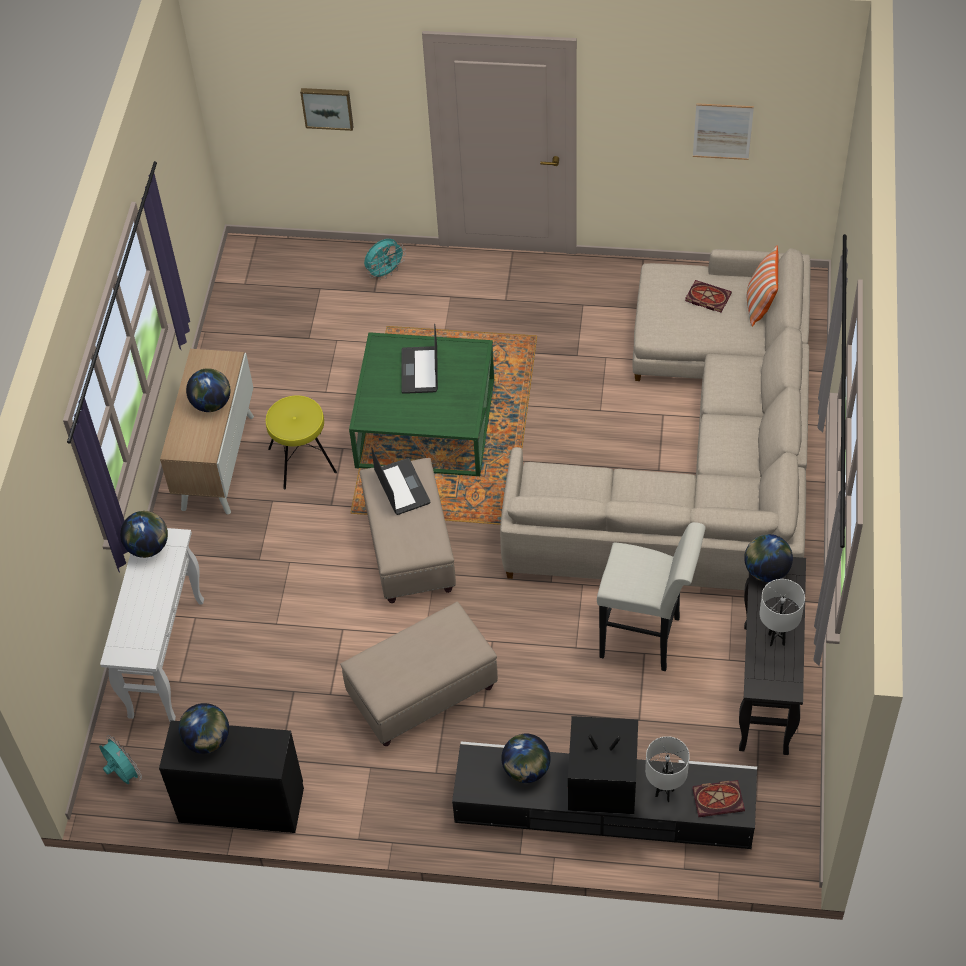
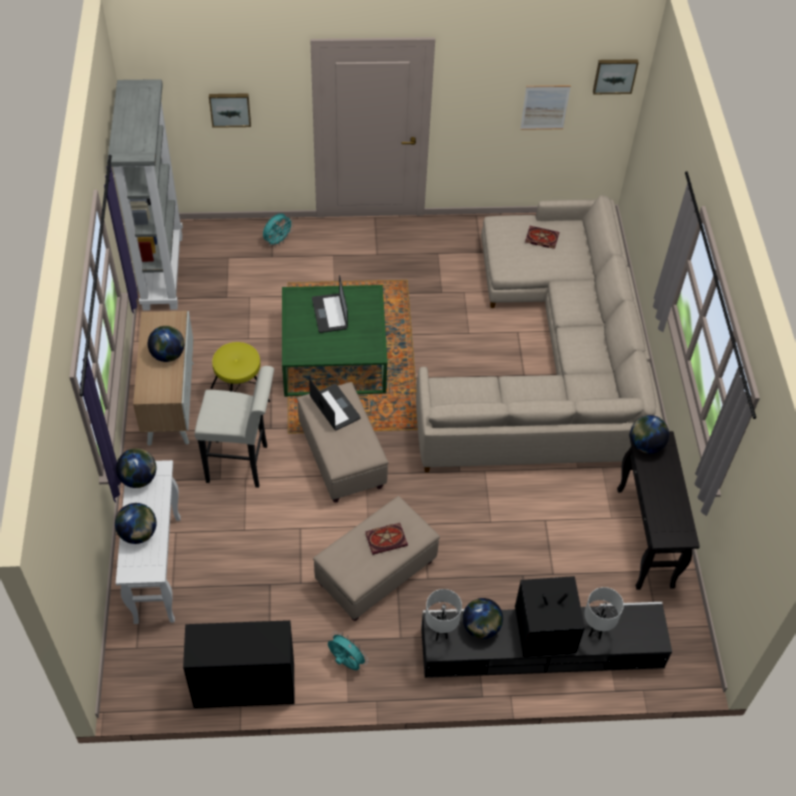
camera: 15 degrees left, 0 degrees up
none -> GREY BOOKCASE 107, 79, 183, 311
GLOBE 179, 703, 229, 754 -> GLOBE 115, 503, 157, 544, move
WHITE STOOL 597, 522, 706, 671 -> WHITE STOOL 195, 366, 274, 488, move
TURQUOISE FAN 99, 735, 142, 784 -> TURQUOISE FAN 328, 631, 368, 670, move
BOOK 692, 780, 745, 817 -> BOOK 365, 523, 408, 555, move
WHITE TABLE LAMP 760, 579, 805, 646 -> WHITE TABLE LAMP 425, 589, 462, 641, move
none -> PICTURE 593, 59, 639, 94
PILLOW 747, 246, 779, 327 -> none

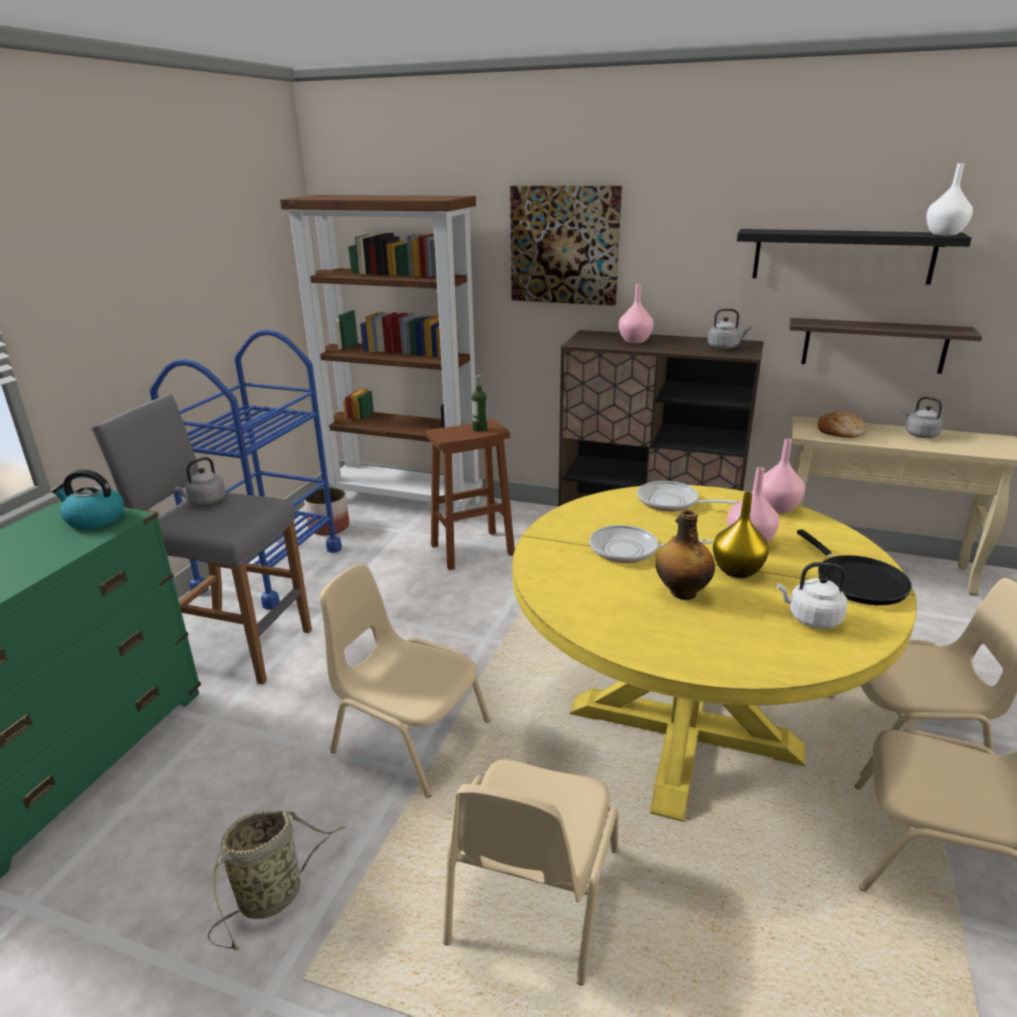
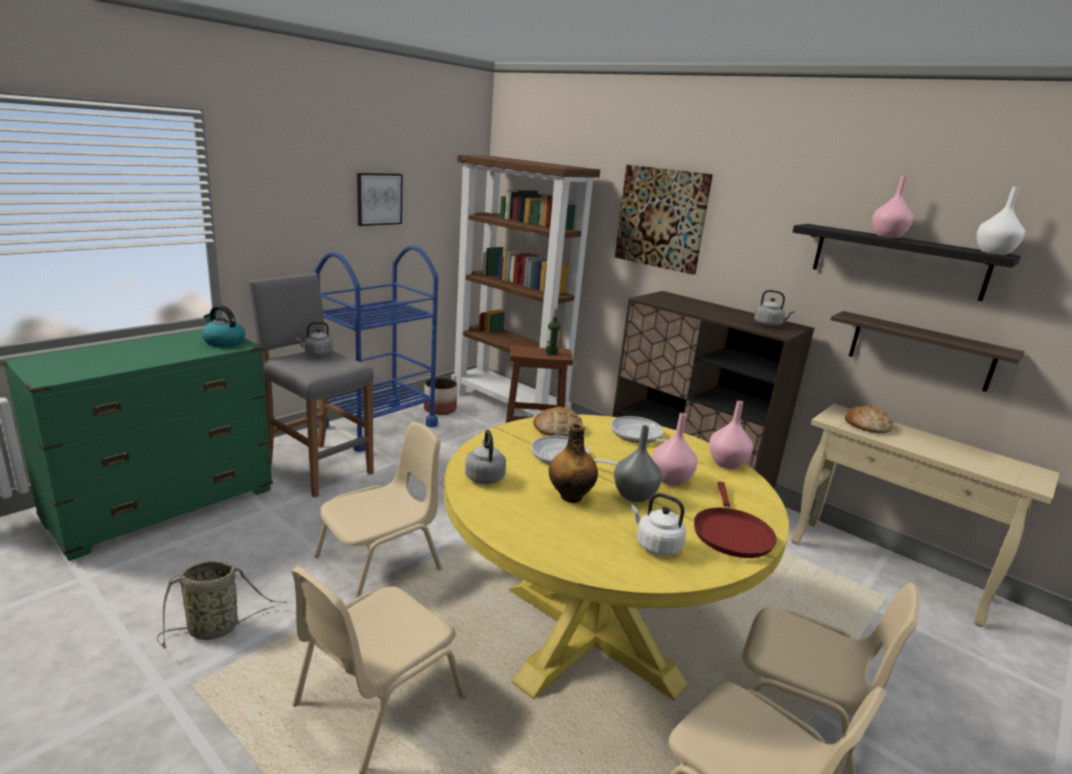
camera: 20 degrees right, 5 degrees down
BEIGE CHAIR 320, 564, 490, 798 -> BEIGE CHAIR 315, 422, 442, 599, 90 degrees clockwise
none -> PICTURE 357, 173, 402, 226
GREY KETTLE 903, 397, 943, 438 -> GREY KETTLE 465, 430, 506, 484, move
none -> BREAD 533, 407, 583, 437
YELLOW VASE 713, 492, 769, 578 -> GREY VASE 614, 425, 662, 502
BLACK FRYING PAN 797, 530, 912, 605 -> RED FRYING PAN 694, 481, 777, 558
PINK VASE 619, 284, 654, 343 -> PINK VASE 872, 176, 913, 239, move

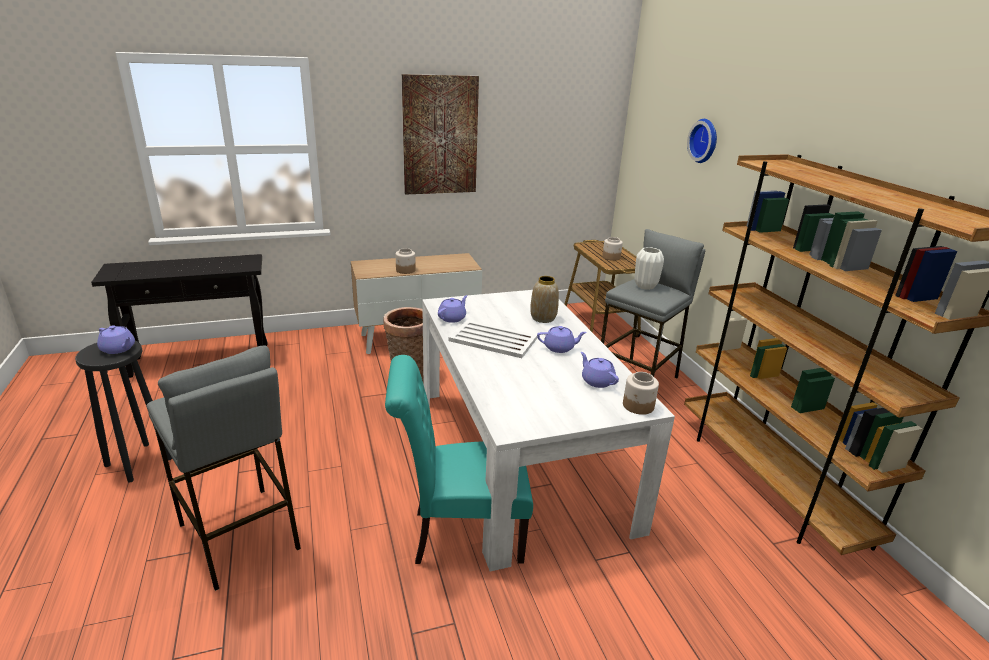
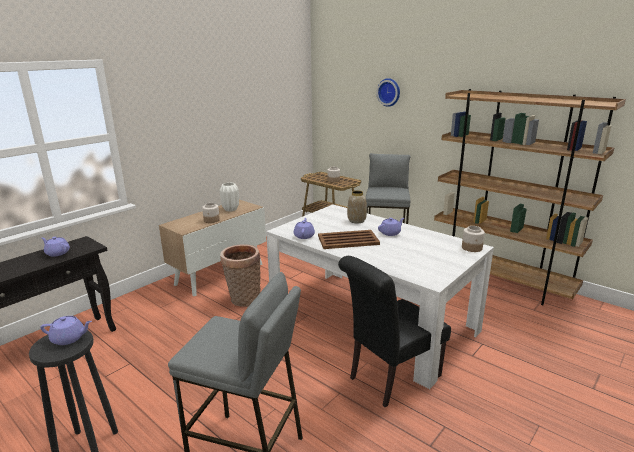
camera: 30 degrees left, 5 degrees down
PURPLE TEAPOT 581, 352, 619, 388 -> PURPLE TEAPOT 42, 237, 70, 257, move
WHITE VASE 634, 247, 664, 290 -> WHITE VASE 220, 183, 239, 212, move
WHITE TRAY 449, 320, 537, 358 -> BROWN TRAY 318, 230, 380, 249
TURQUOISE CHAIR 385, 355, 533, 564 -> BLACK CHAIR 338, 256, 451, 407
PICTURE 402, 74, 479, 195 -> none

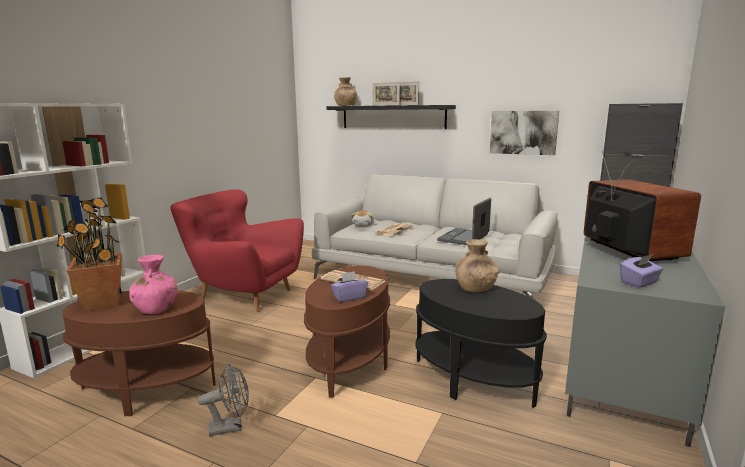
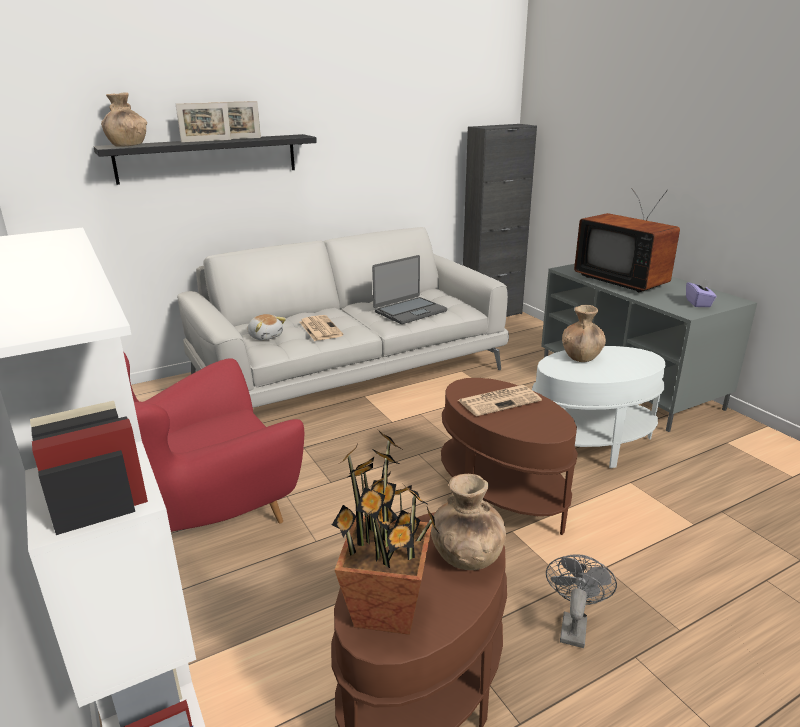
camera: 55 degrees left, 10 degrees up
LAPTOP 437, 198, 491, 245 -> LAPTOP 372, 255, 447, 324, 105 degrees counterclockwise
PINK VASE 129, 255, 178, 314 -> BROWN VASE 431, 474, 506, 570
BLACK SIDE TABLE 416, 279, 547, 408 -> WHITE SIDE TABLE 532, 346, 665, 468
TELEVISION 584, 151, 701, 261 -> TELEVISION 574, 188, 680, 292, 150 degrees counterclockwise
PURPLE TISSUE BOX 331, 271, 368, 302 -> none
PICTURE 490, 111, 559, 155 -> none

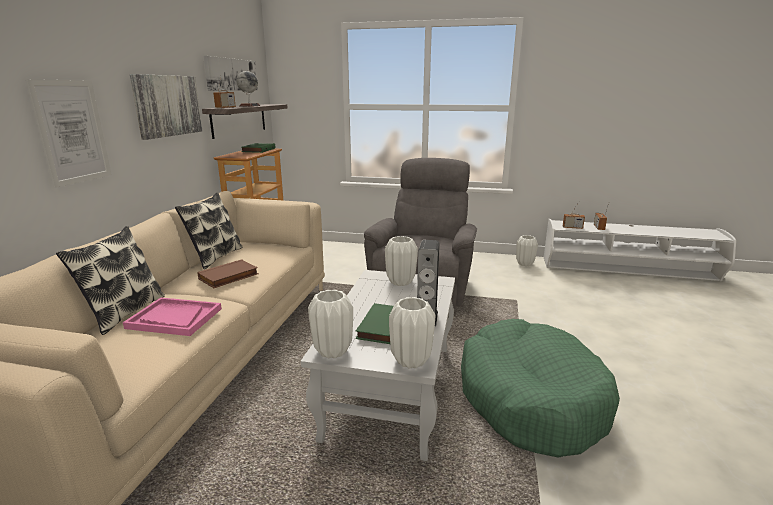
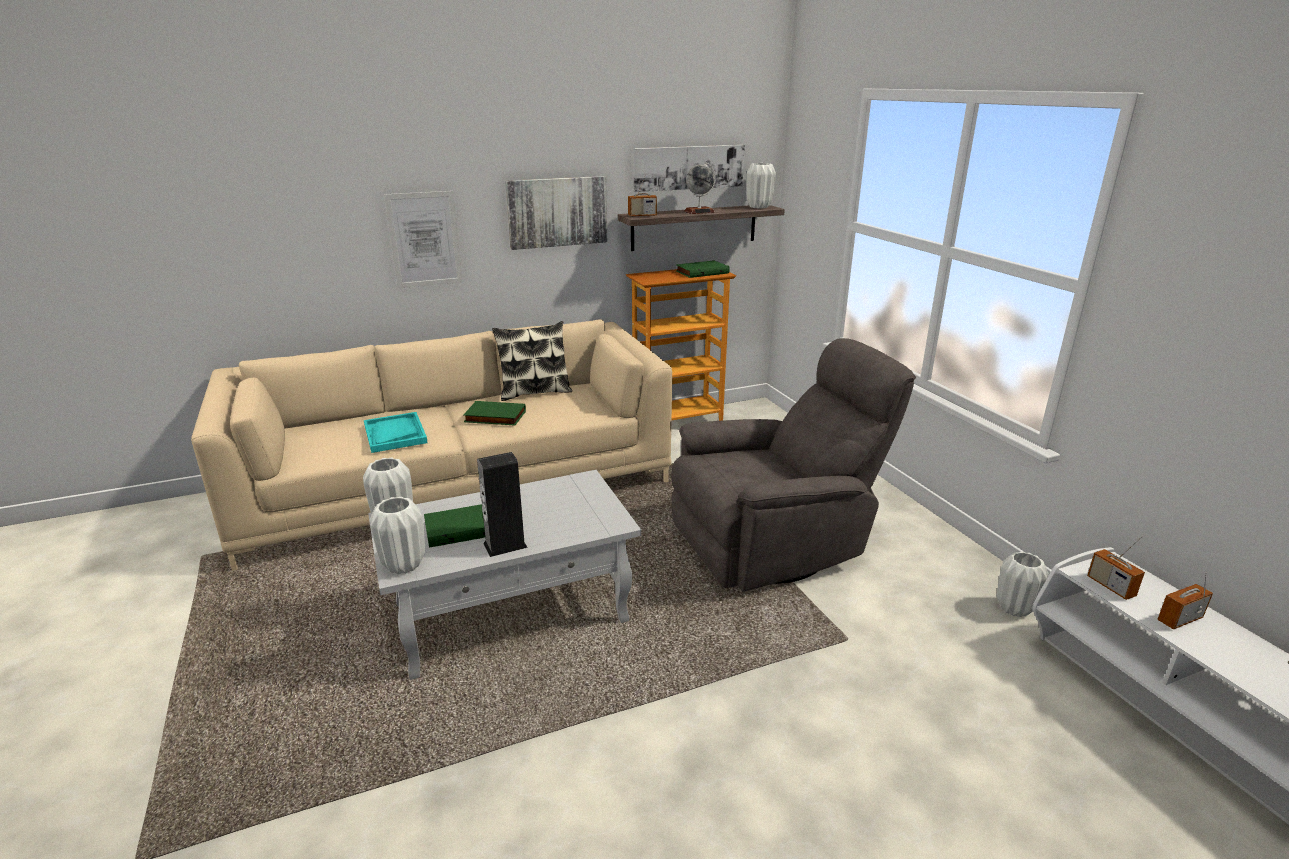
camera: 55 degrees right, 5 degrees up
PINK TRAY 123, 298, 222, 336 -> TURQUOISE TRAY 364, 412, 428, 453
BROWN BOOK 198, 259, 259, 288 -> GREEN BOOK 463, 401, 526, 425
WHITE VASE 385, 236, 418, 286 -> WHITE VASE 746, 163, 776, 208, move
PILLOW 56, 226, 165, 335 -> none
GREEN DOG BED 461, 319, 620, 458 -> none

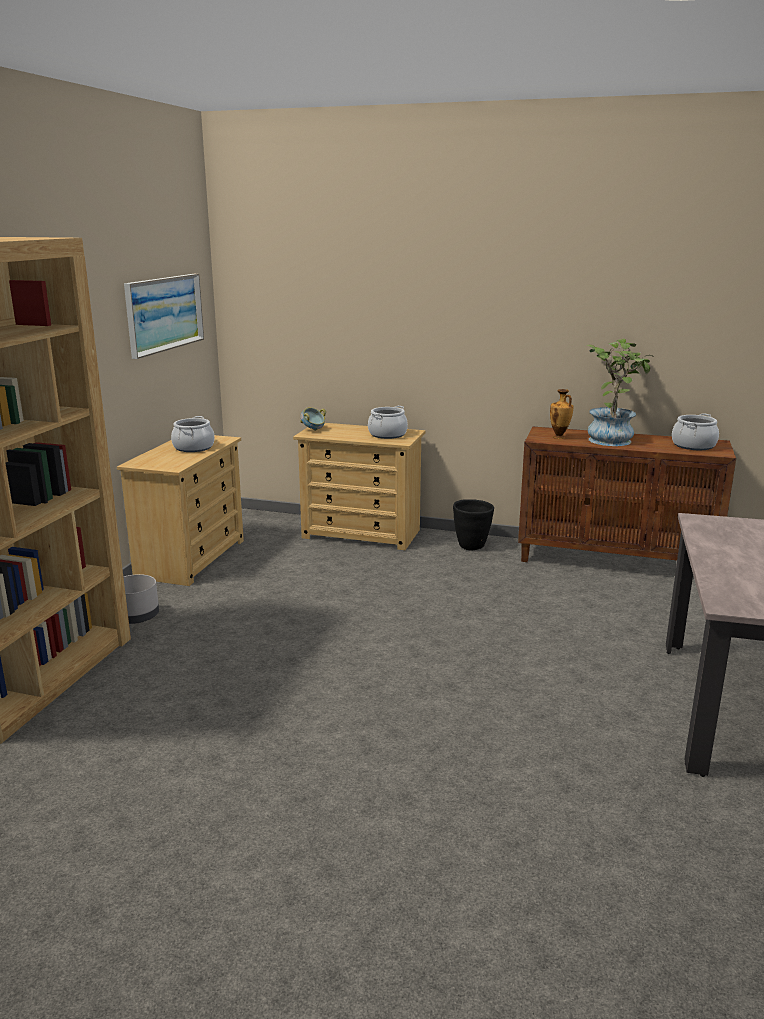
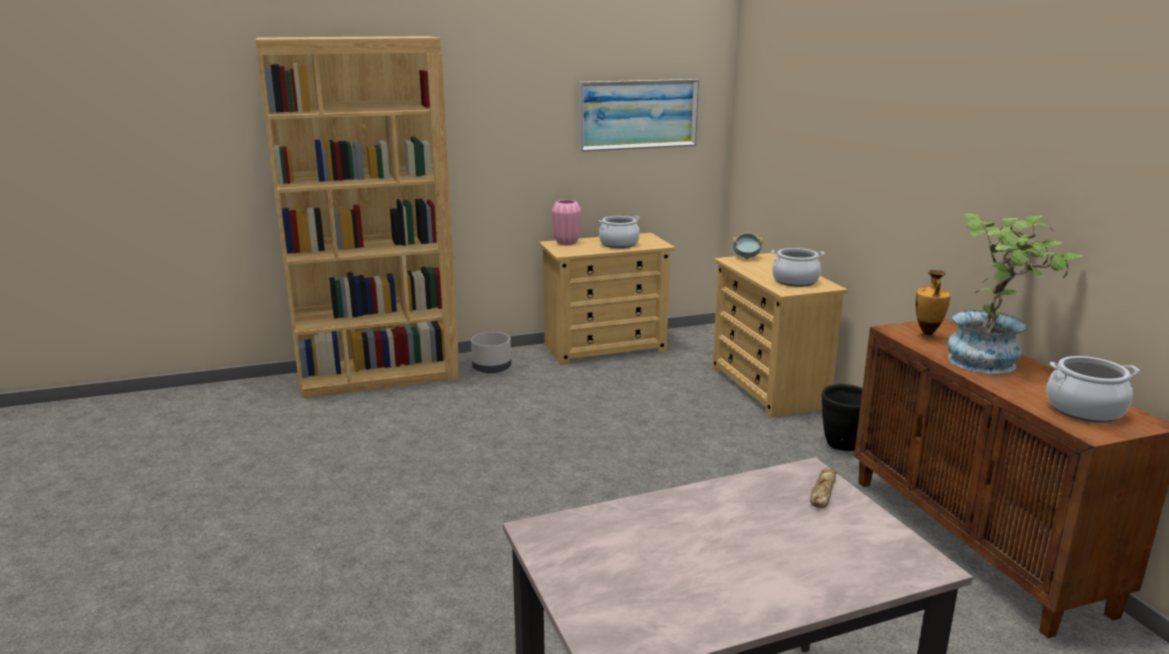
camera: 55 degrees right, 0 degrees up
none -> PINK VASE 552, 200, 582, 245
none -> BREAD 810, 467, 837, 508

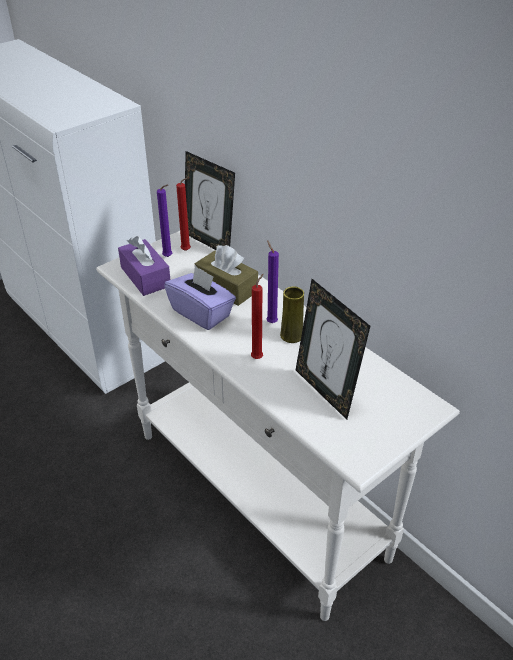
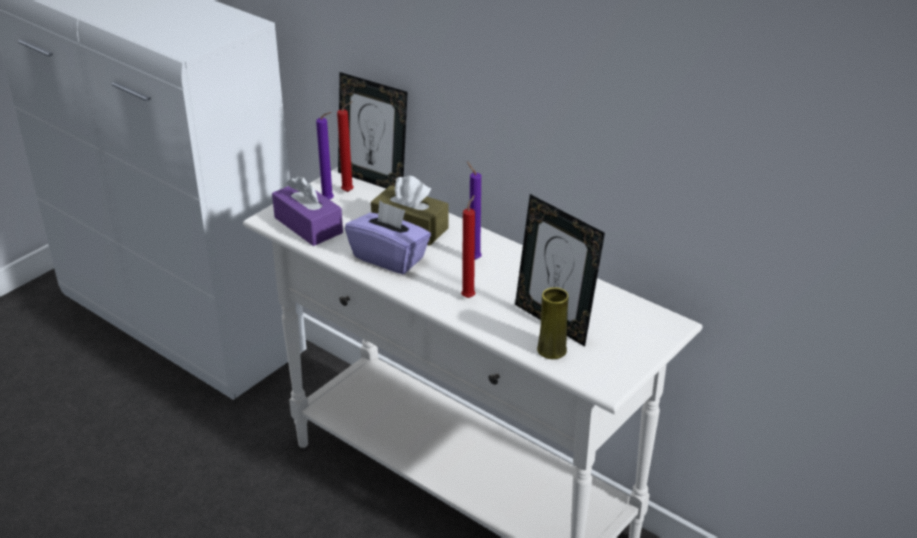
camera: 10 degrees left, 5 degrees down
YELLOW VASE 280, 287, 304, 343 -> YELLOW VASE 537, 287, 568, 359, move

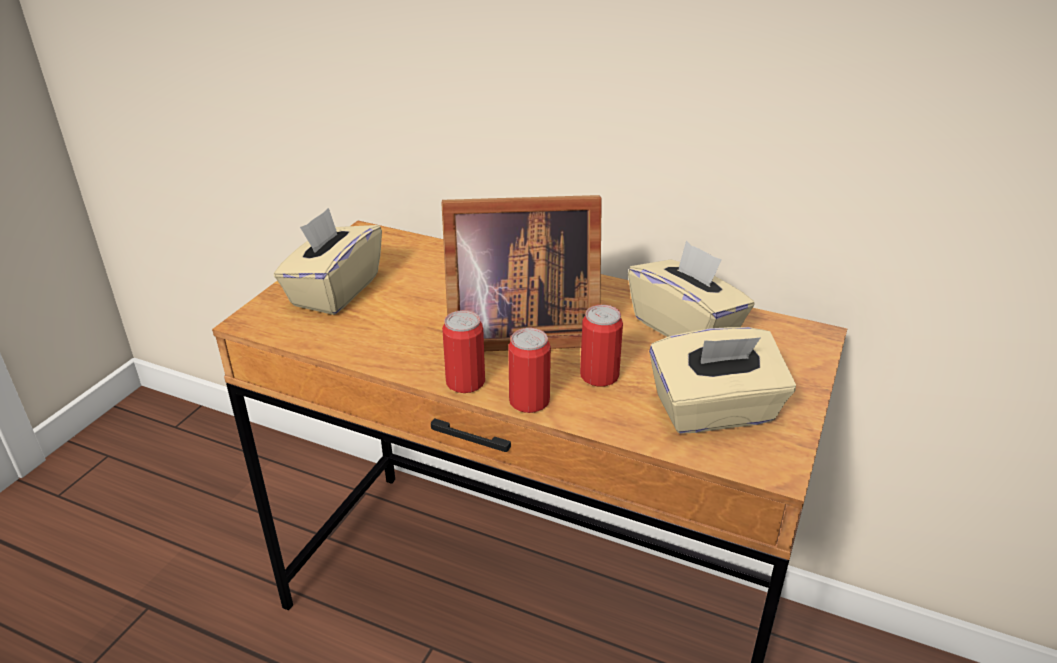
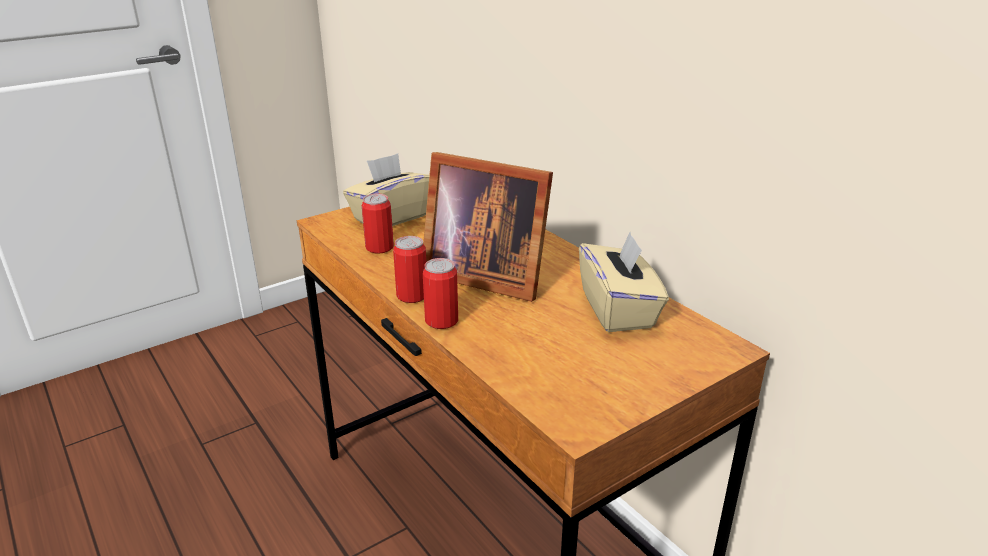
camera: 30 degrees right, 5 degrees down
CAN 580, 305, 623, 386 -> CAN 362, 194, 394, 254, move
BEIGE TISSUE BOX 649, 327, 796, 434 -> none

